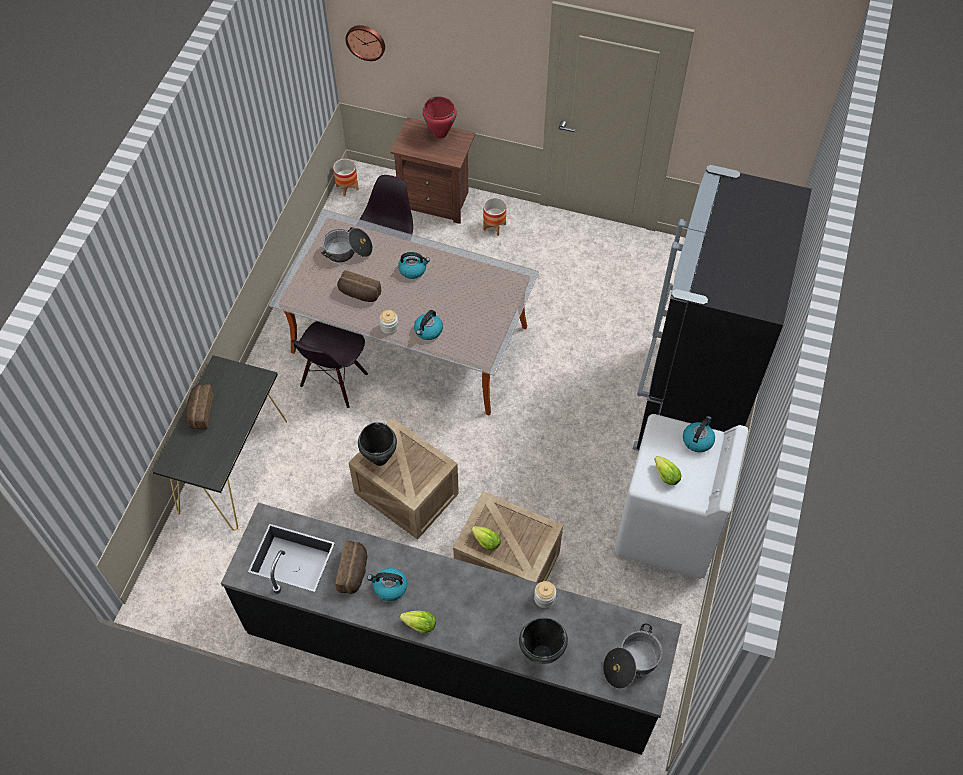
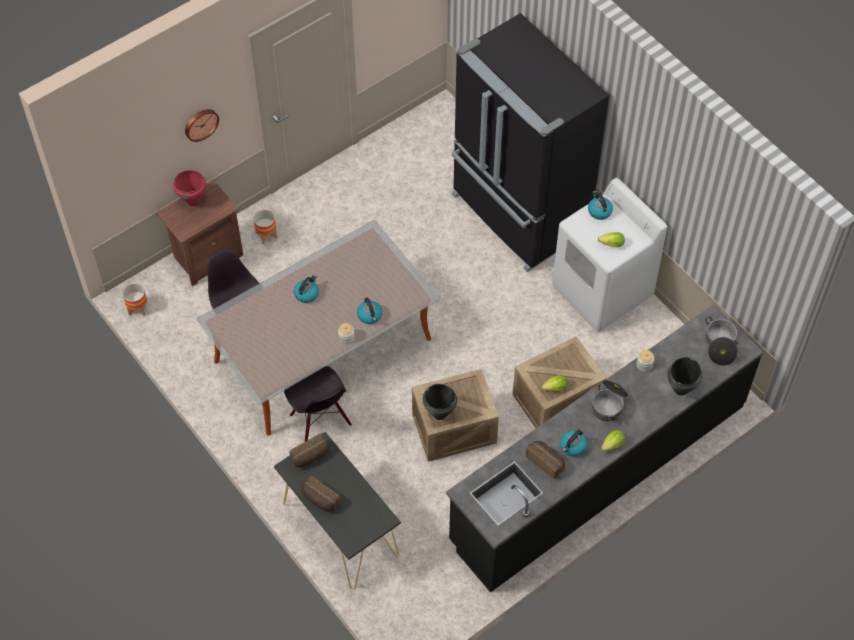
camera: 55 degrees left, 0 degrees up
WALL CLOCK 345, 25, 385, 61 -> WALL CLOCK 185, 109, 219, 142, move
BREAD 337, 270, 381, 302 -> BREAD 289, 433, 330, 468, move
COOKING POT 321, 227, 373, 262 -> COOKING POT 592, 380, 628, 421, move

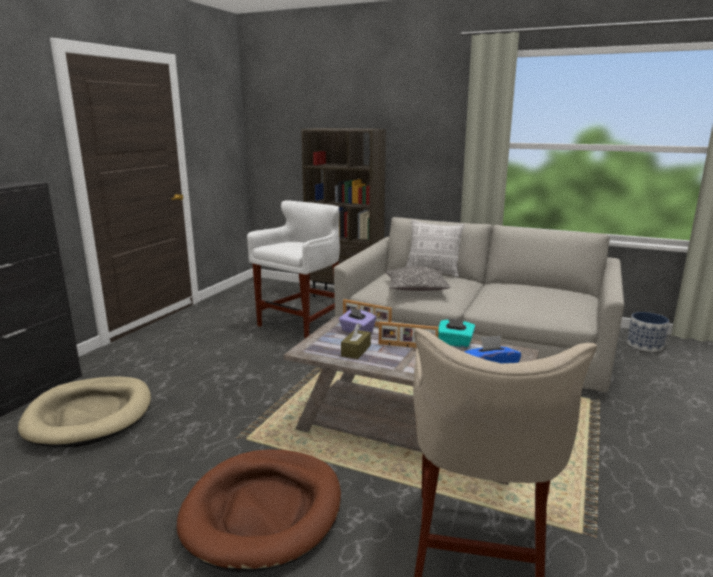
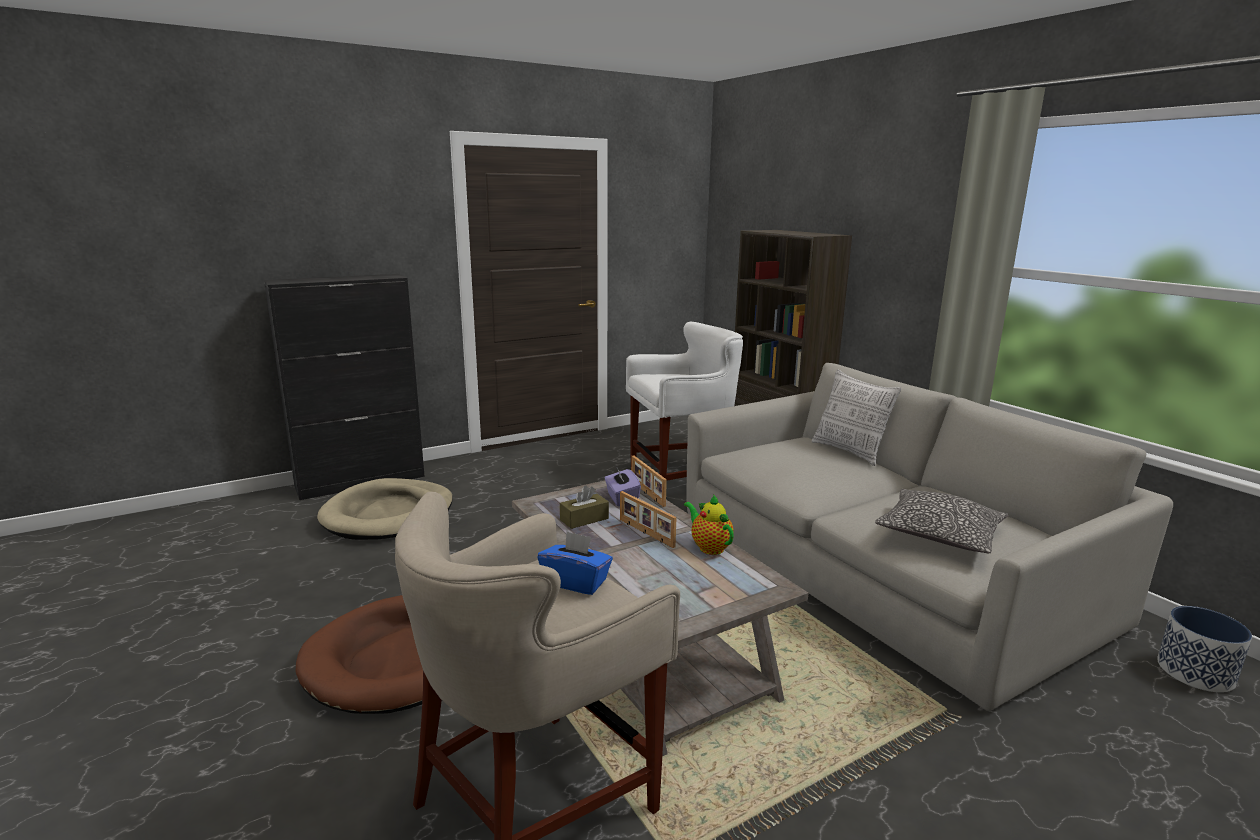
camera: 35 degrees right, 0 degrees up
TURQUOISE TISSUE BOX 438, 318, 475, 348 -> TEAPOT 684, 494, 734, 555
PILLOW 386, 266, 451, 291 -> PILLOW 875, 489, 1008, 554, move

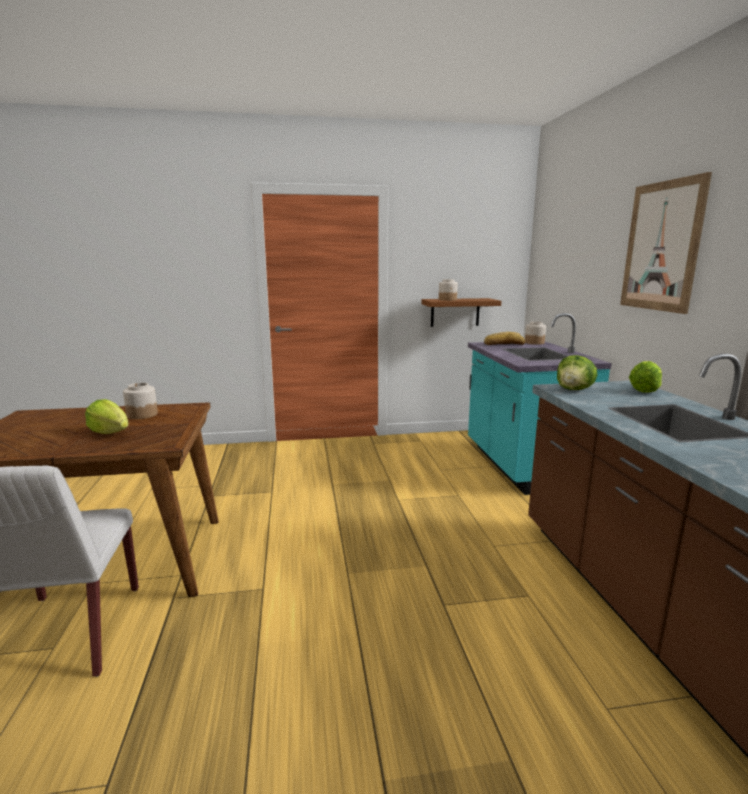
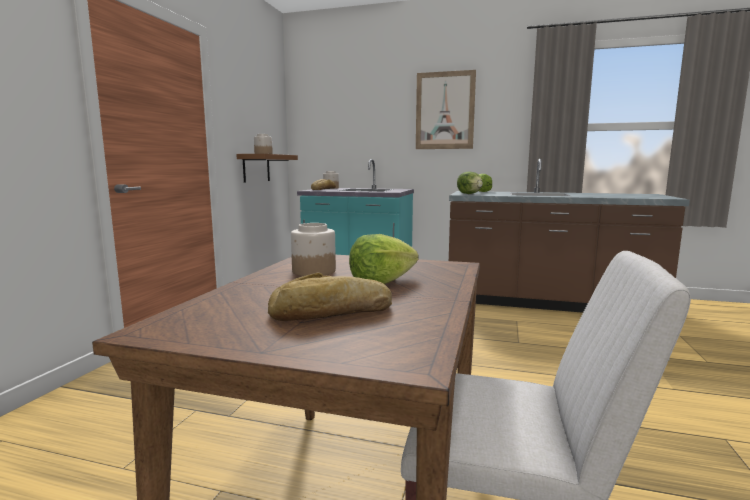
camera: 65 degrees left, 5 degrees down
none -> BREAD 268, 273, 392, 321

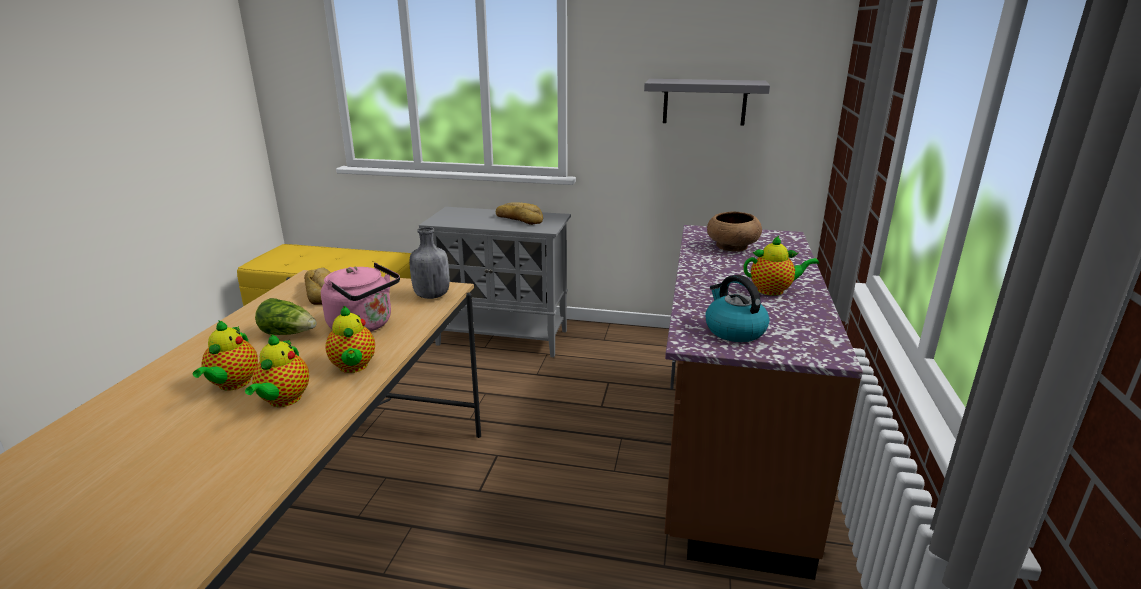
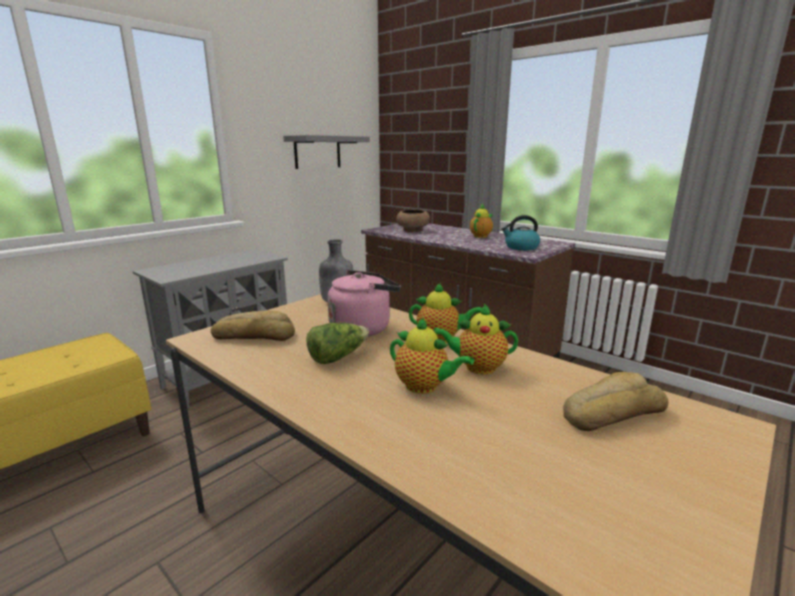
camera: 60 degrees left, 5 degrees down
TEAPOT 245, 334, 309, 407 -> TEAPOT 433, 304, 518, 374, 150 degrees clockwise
BREAD 496, 202, 543, 225 -> BREAD 563, 372, 668, 431, move

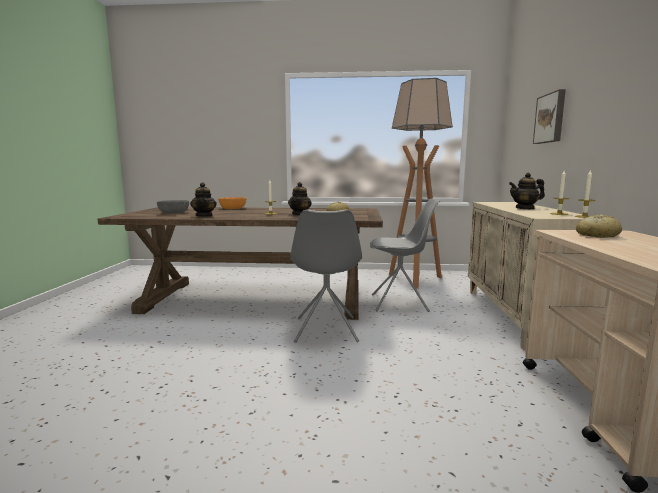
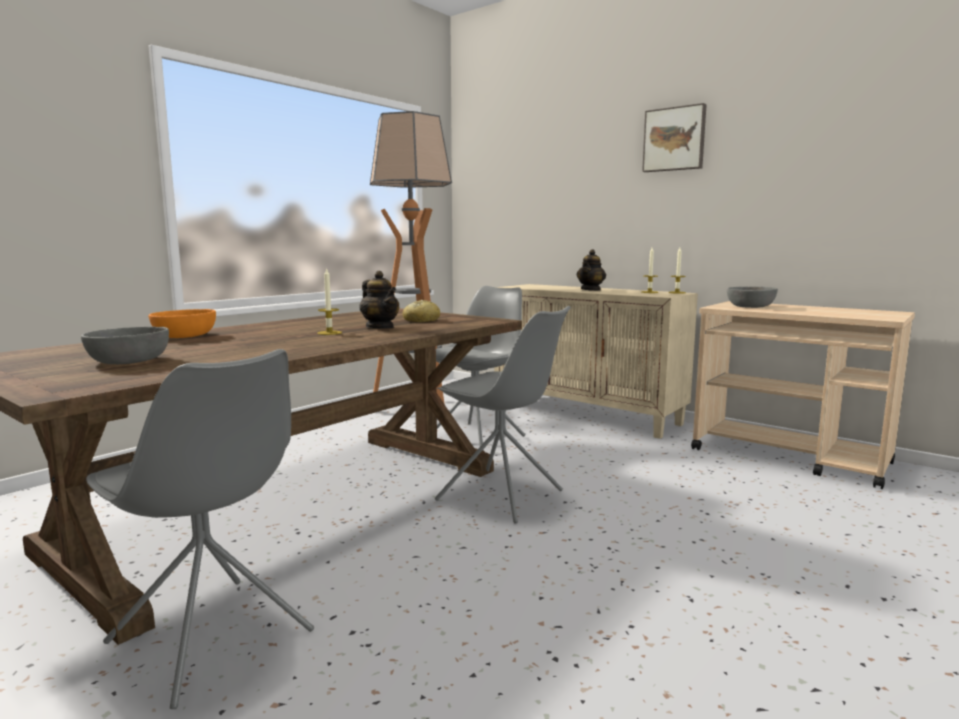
camera: 55 degrees left, 0 degrees up
none -> GREY CHAIR 86, 349, 314, 709
PICTURE 533, 89, 566, 144 -> PICTURE 642, 103, 707, 172, move
BREAD 576, 214, 622, 238 -> GREY BOWL 727, 286, 778, 308
TEAPOT 190, 182, 217, 217 -> none

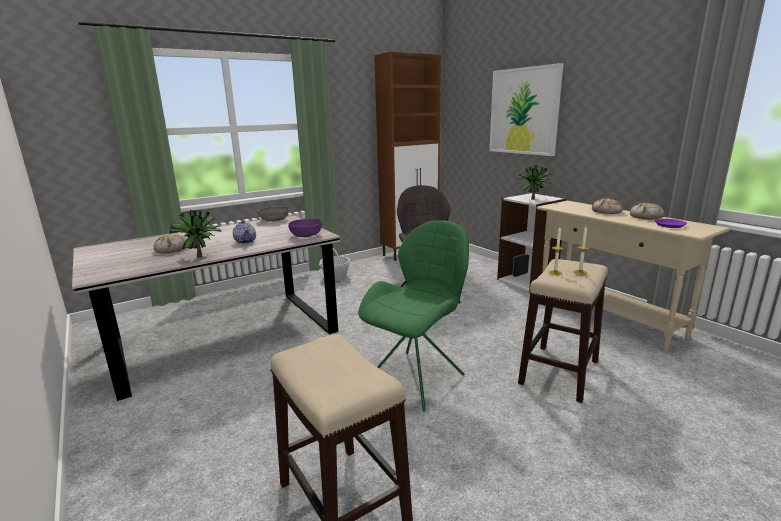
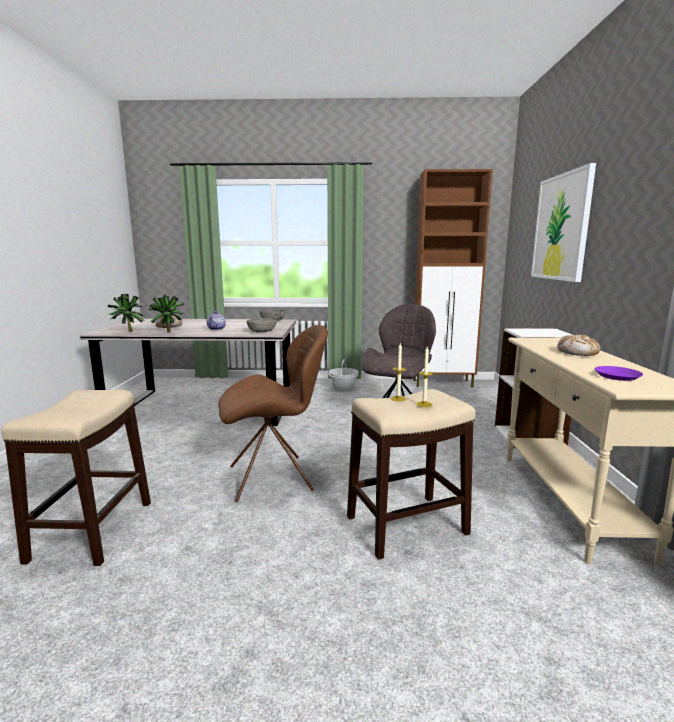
camera: 35 degrees right, 5 degrees down
POTTED PLANT 517, 165, 552, 200 -> POTTED PLANT 108, 294, 144, 332, move
GREEN CHAIR 358, 220, 469, 411 -> BROWN CHAIR 218, 325, 328, 502
PURPLE BOWL 288, 219, 322, 237 -> GREY BOWL 247, 318, 277, 333
BREAD 630, 202, 665, 219 -> none

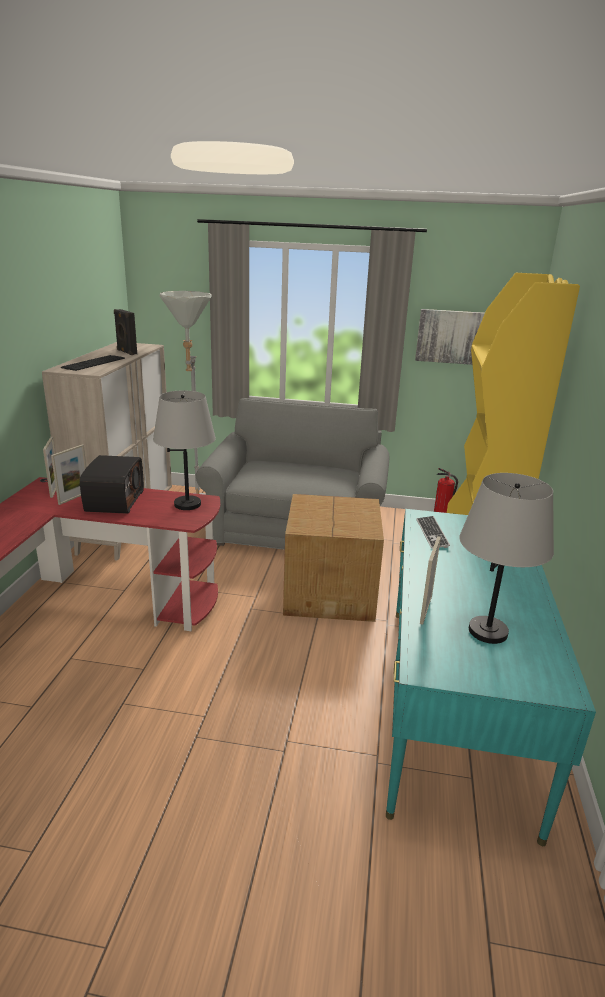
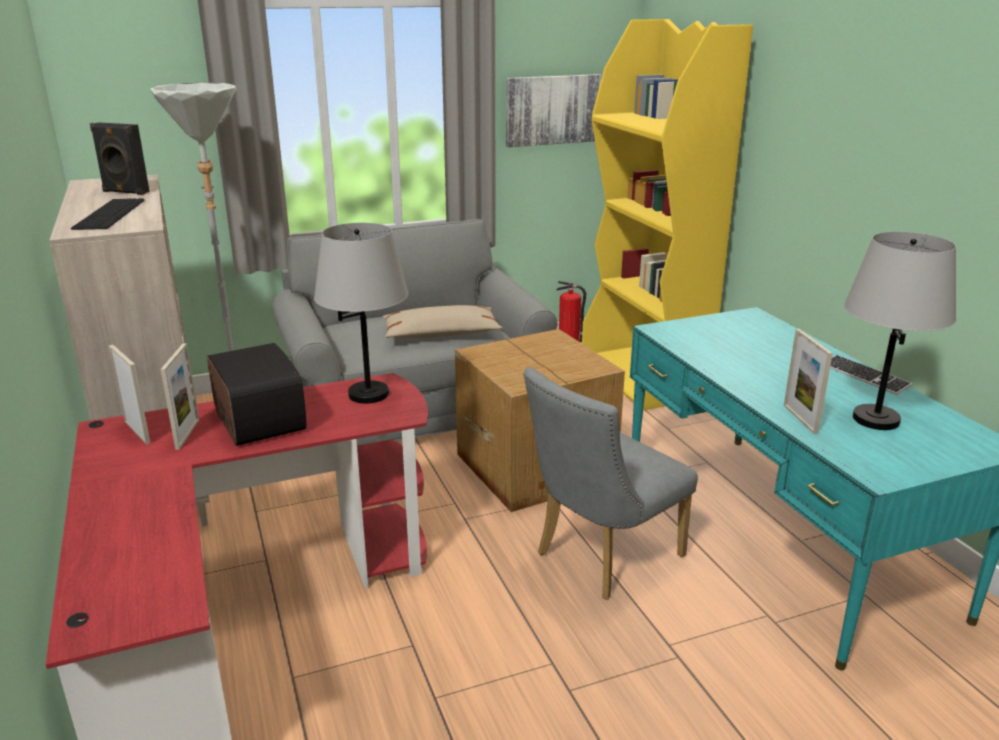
camera: 30 degrees left, 0 degrees up
none -> BEIGE PILLOW 383, 305, 503, 338
none -> GREY CHAIR 523, 367, 698, 600
KEYBOARD 416, 516, 450, 549 -> KEYBOARD 830, 355, 912, 395, move

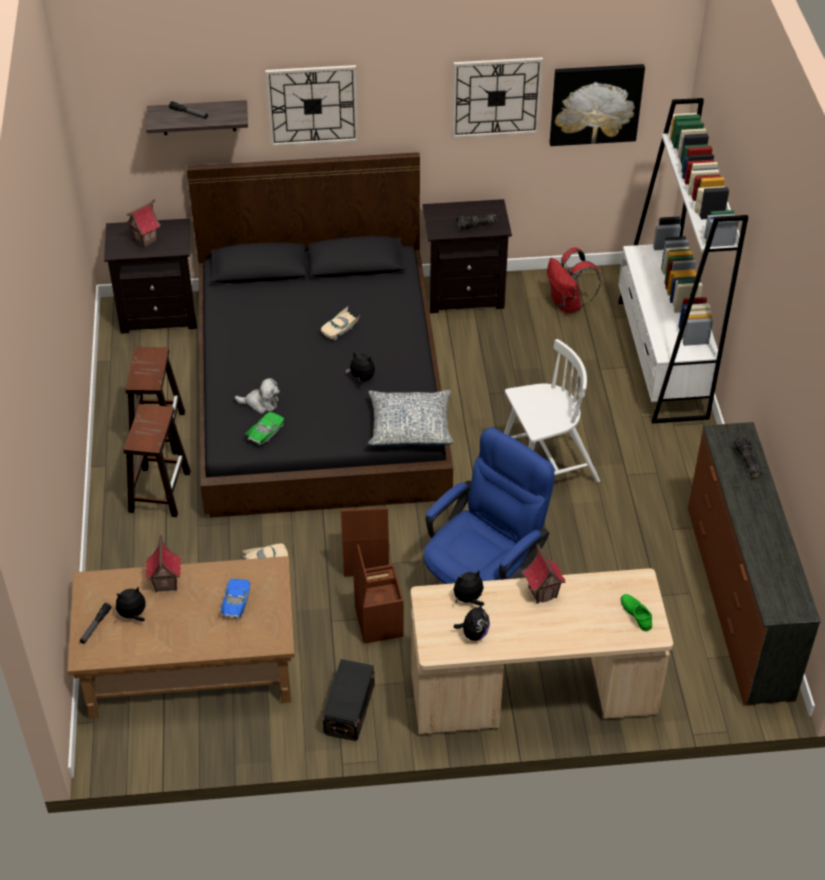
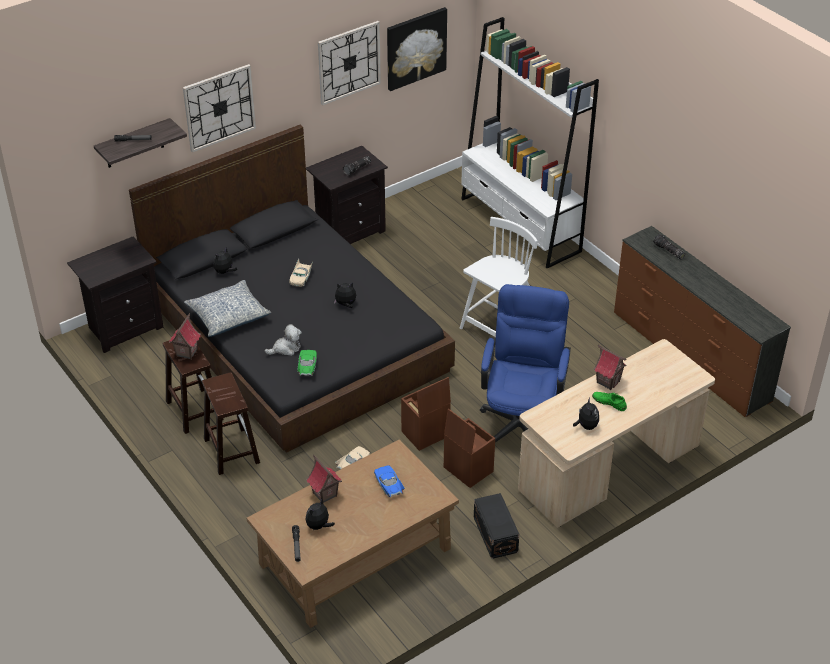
camera: 30 degrees left, 5 degrees down
TOY HOUSE 126, 199, 160, 248 -> TOY HOUSE 169, 313, 201, 360, move
PILLOW 368, 390, 454, 446 -> PILLOW 184, 280, 271, 337, move
PLUSH TOY 454, 570, 484, 606 -> PLUSH TOY 213, 247, 237, 274, move
GREEN SHOE 621, 594, 652, 631 -> GREEN SHOE 592, 392, 627, 411, move
RED BACKPACK 547, 247, 601, 314 -> none

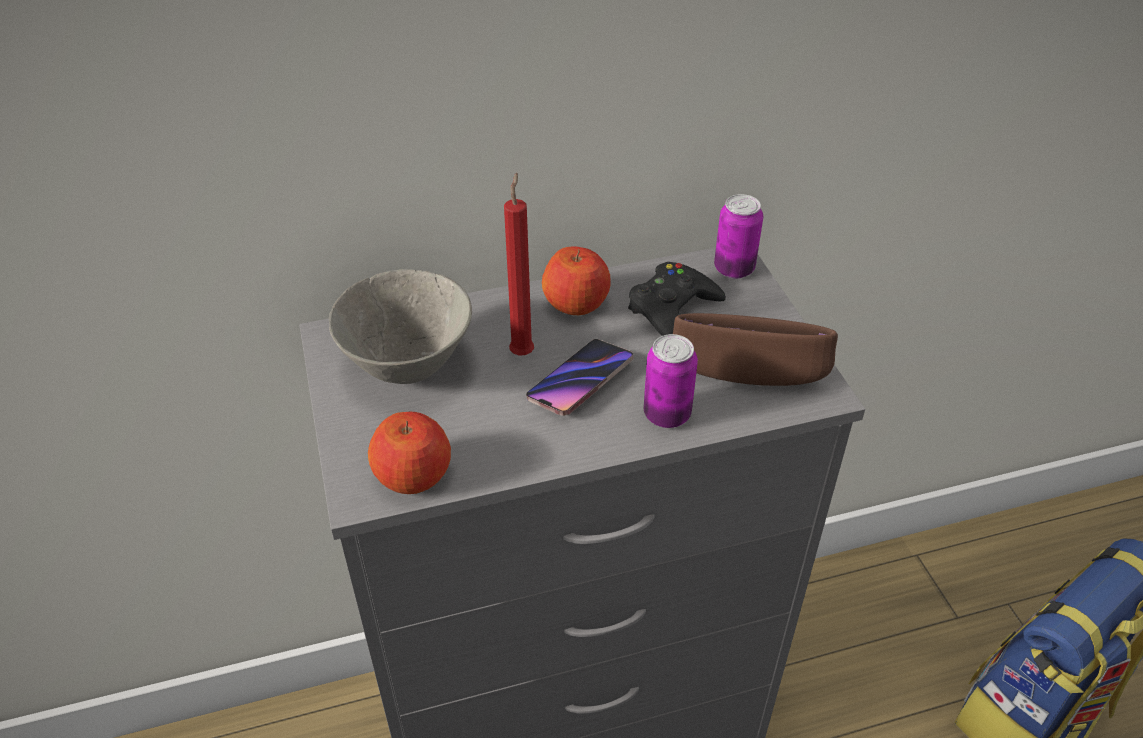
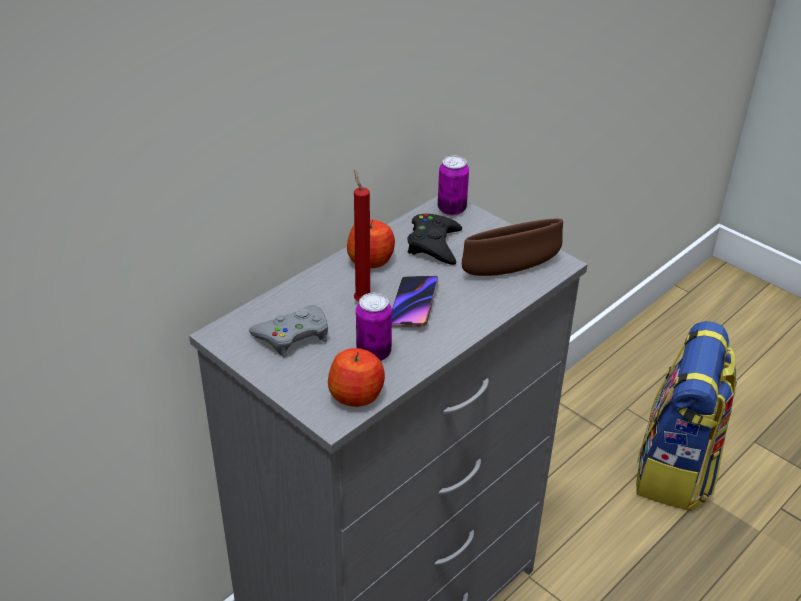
camera: 30 degrees left, 5 degrees down
GREY BOWL 329, 269, 472, 384 -> GREY GAME CONTROLLER 249, 305, 328, 357
CAN 644, 334, 698, 428 -> CAN 356, 293, 392, 361, move

